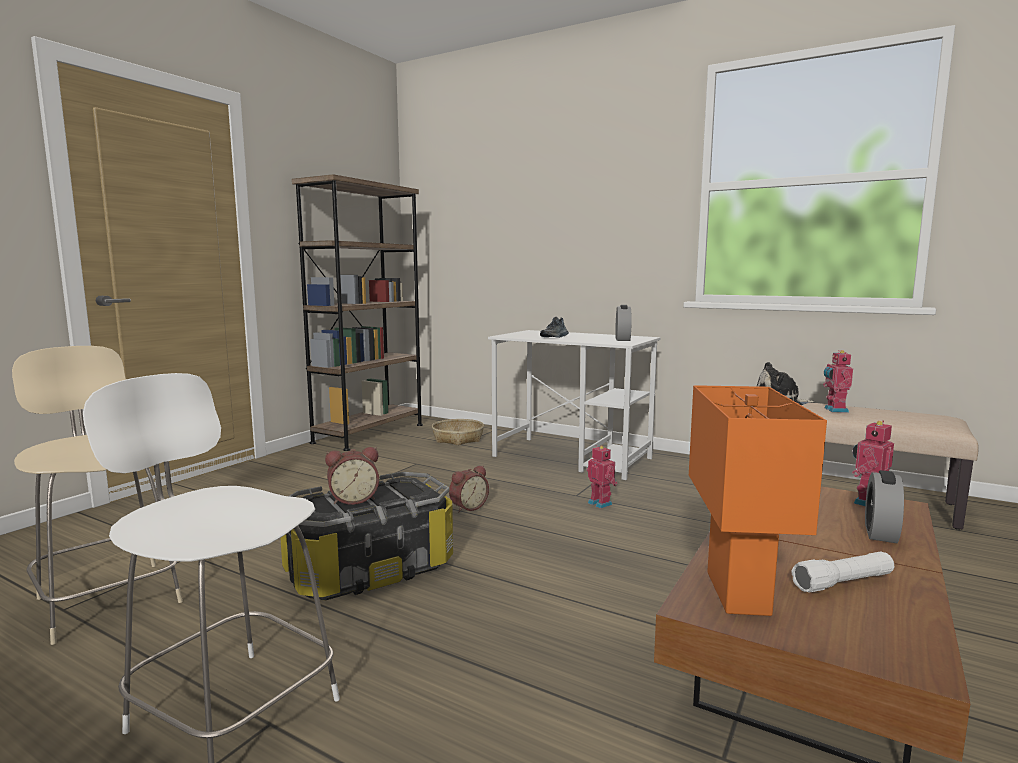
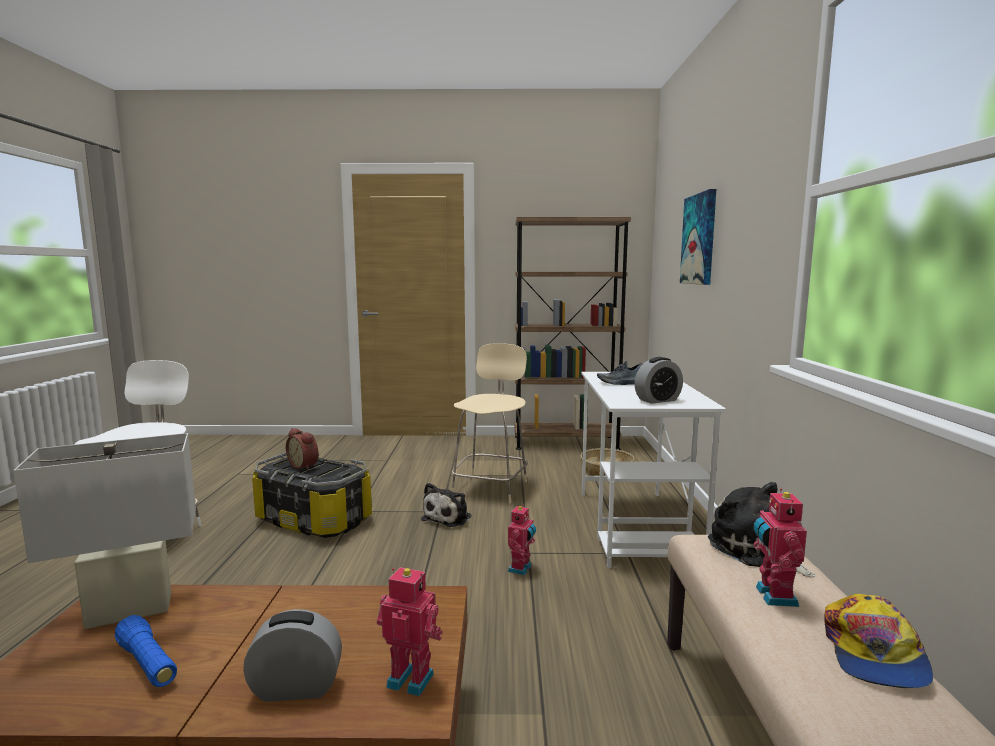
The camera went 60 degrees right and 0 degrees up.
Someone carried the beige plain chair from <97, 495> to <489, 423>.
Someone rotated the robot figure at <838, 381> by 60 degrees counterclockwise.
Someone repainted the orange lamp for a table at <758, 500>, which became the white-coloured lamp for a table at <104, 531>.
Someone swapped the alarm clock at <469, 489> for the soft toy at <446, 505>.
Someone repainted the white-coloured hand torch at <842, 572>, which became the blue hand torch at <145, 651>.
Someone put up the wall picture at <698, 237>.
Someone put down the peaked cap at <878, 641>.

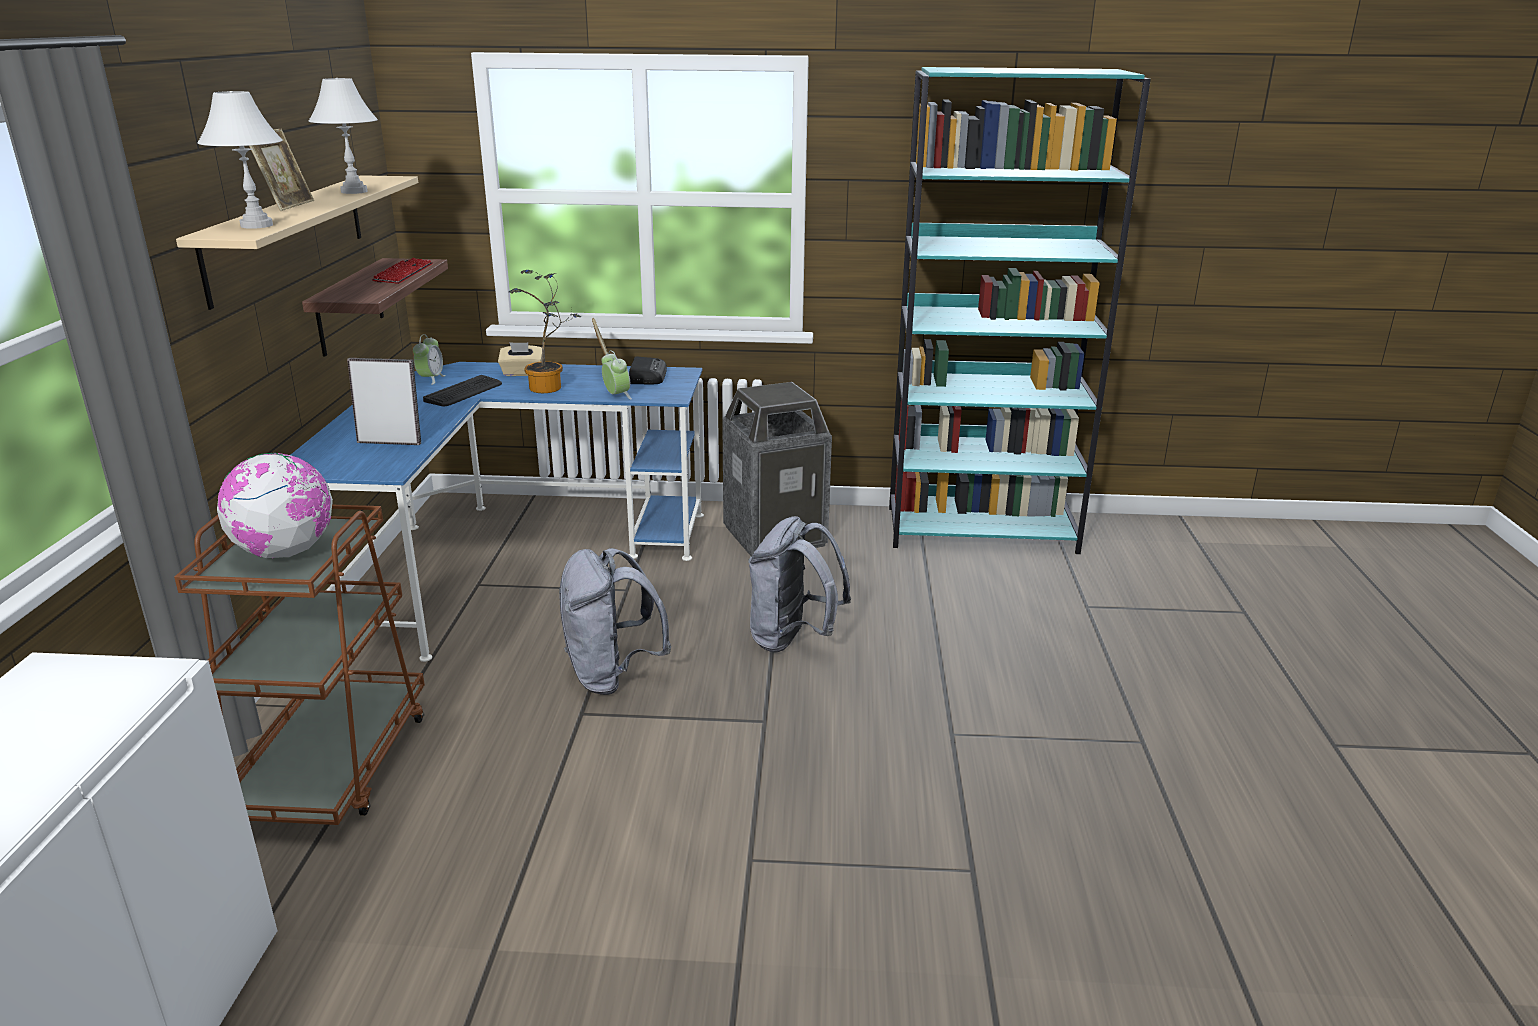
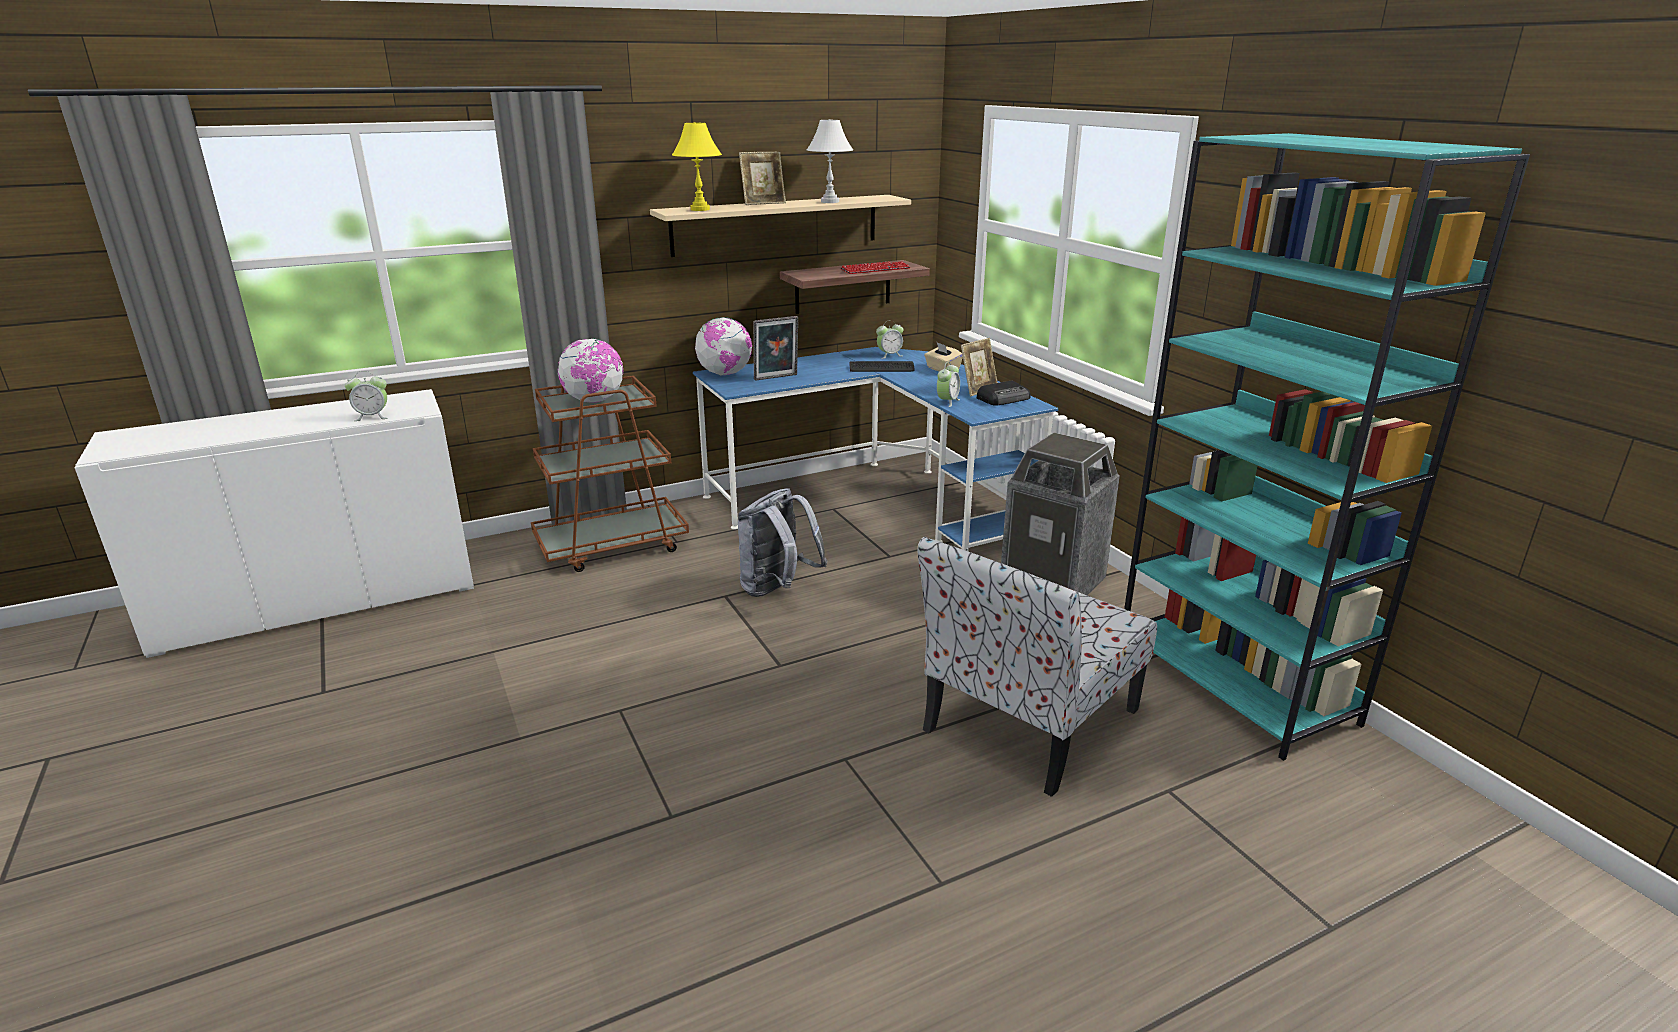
The camera went 60 degrees right and 0 degrees up.
Someone repainted the white-coloured lamp for a table at <240, 160>, which became the yellow-coloured lamp for a table at <697, 166>.
Someone took away the houseplant at <545, 331>.
Someone rotated the picture frame at <384, 401> by 90 degrees clockwise.
Someone took away the grey rucksack at <799, 584>.
Someone put down the globe at <723, 346>.
Someone put down the alarm clock at <366, 396>.
Someone put down the plain chair at <1037, 667>.

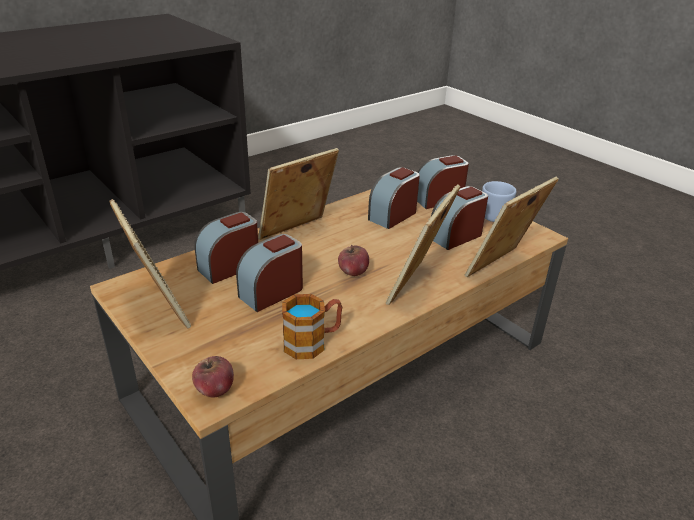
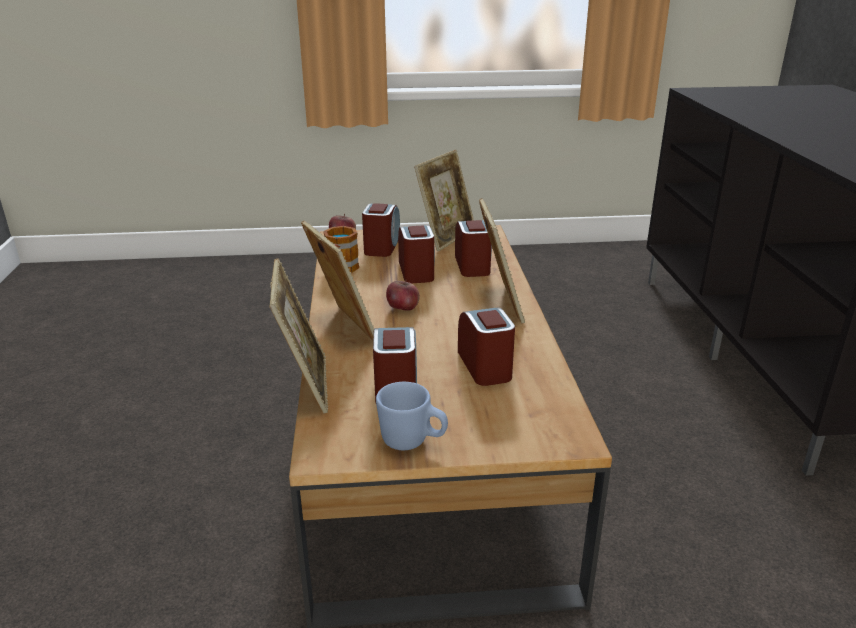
The camera went 125 degrees right and 5 degrees down.
Someone carried the alarm clock from <443, 182> to <381, 230>.
Someone rotated the picture frame at <150, 264> by 60 degrees counterclockwise.

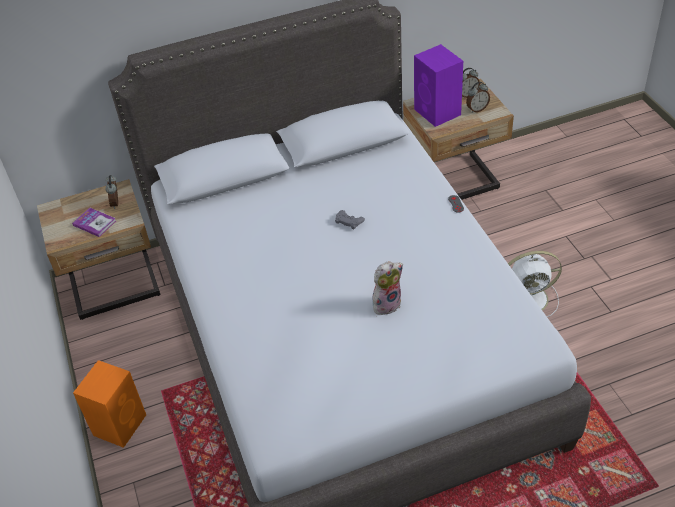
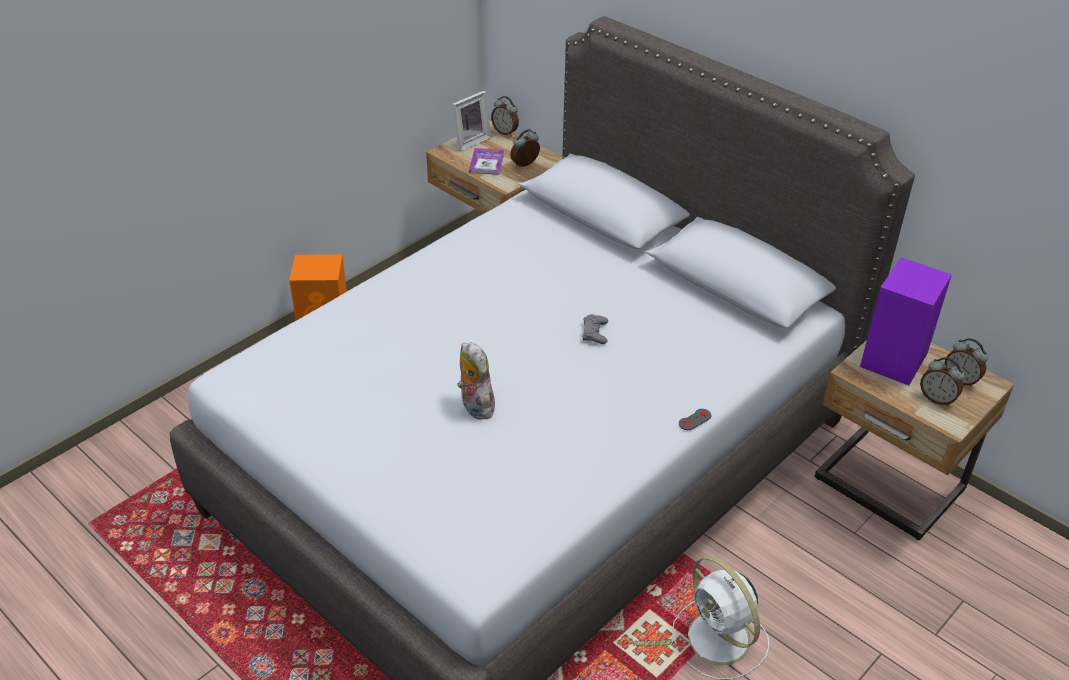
The camera went 60 degrees right and 5 degrees down.
Someone rotated the soft toy at <388, 288> by 150 degrees counterclockwise.
Someone put down the picture frame at <471, 121>.
Someone put down the alarm clock at <505, 116>.

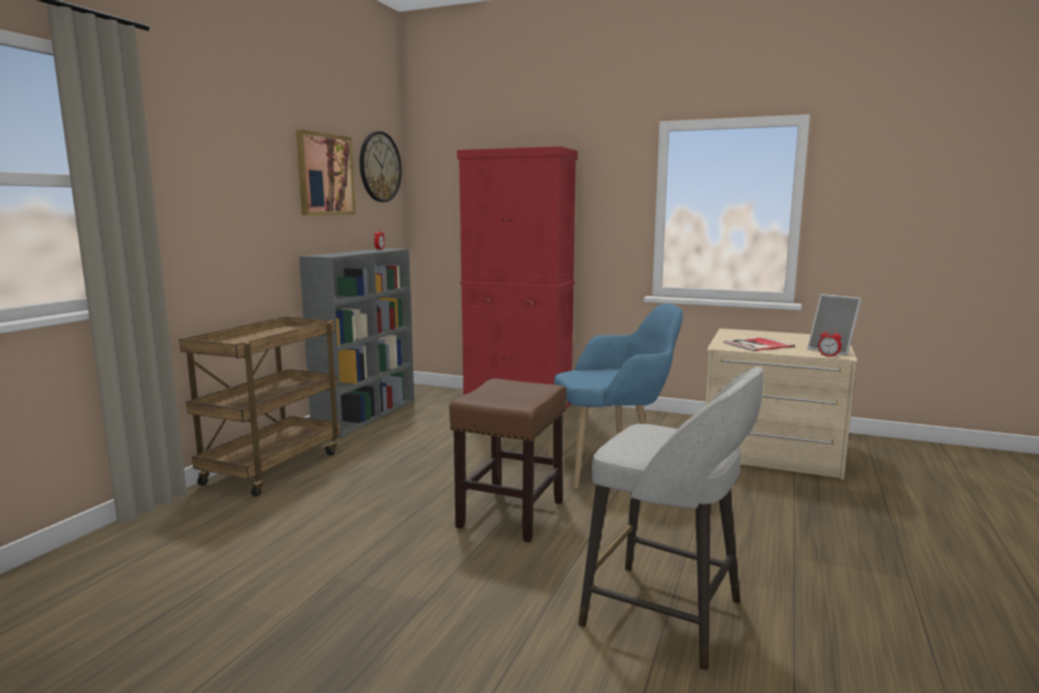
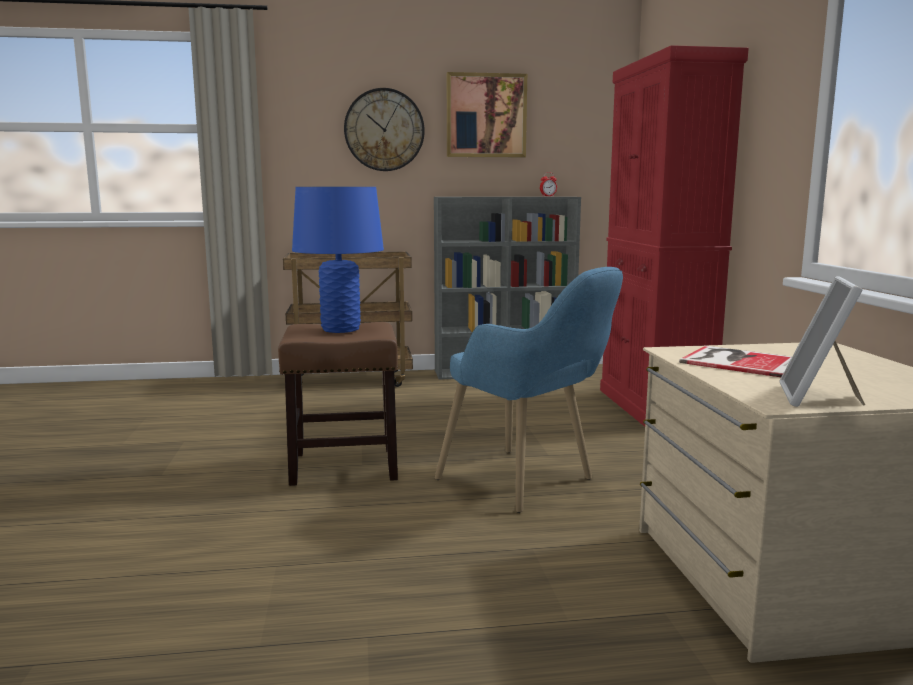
The camera went 60 degrees right and 0 degrees up.
Someone carried the hanging clock from <381, 166> to <384, 129>.
Someone took away the alarm clock at <830, 342>.
Someone took away the grey stool at <670, 518>.
Someone put down the blue lamp for a table at <338, 260>.

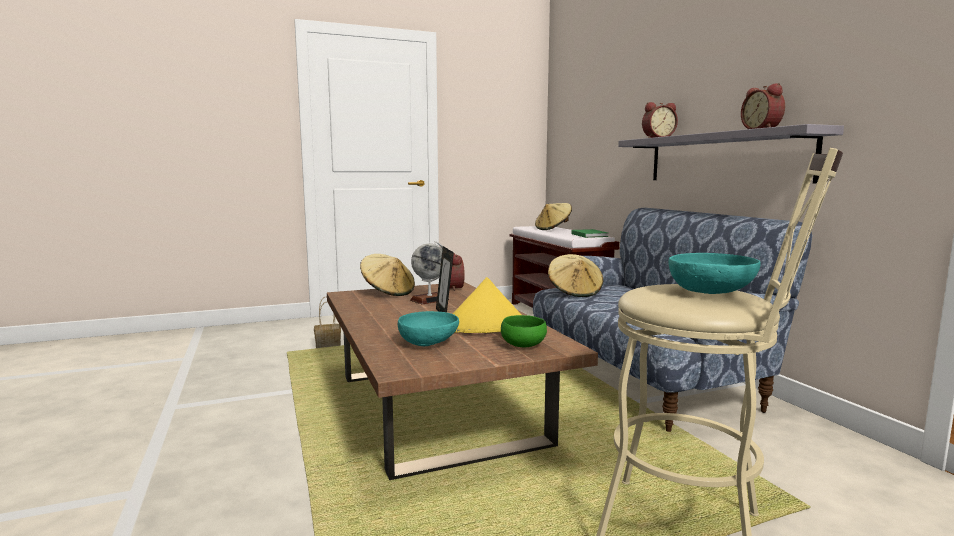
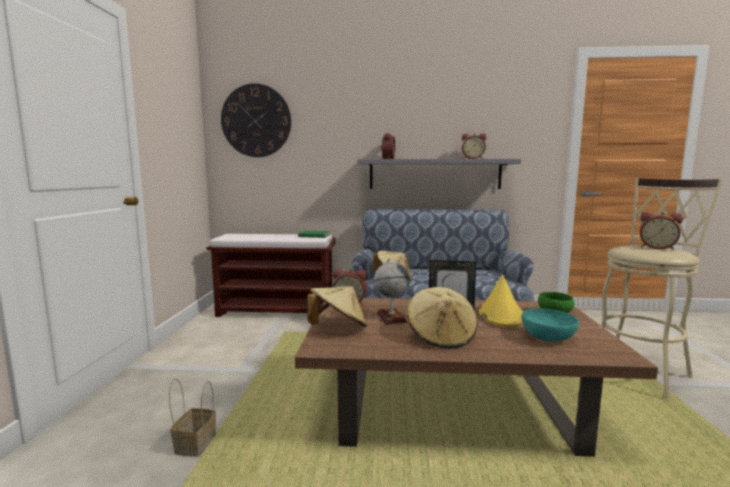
The camera went 65 degrees left and 0 degrees up.
Someone carried the beige clothing hat from <553, 216> to <442, 318>.
Someone swapped the turquoise bowl at <714, 273> for the alarm clock at <661, 231>.
Someone put up the hanging clock at <256, 120>.

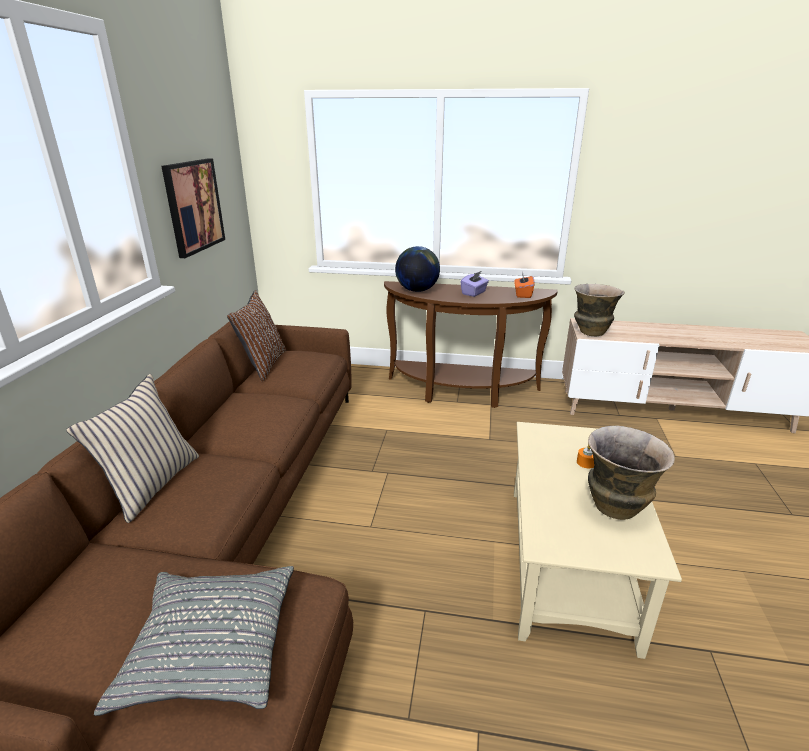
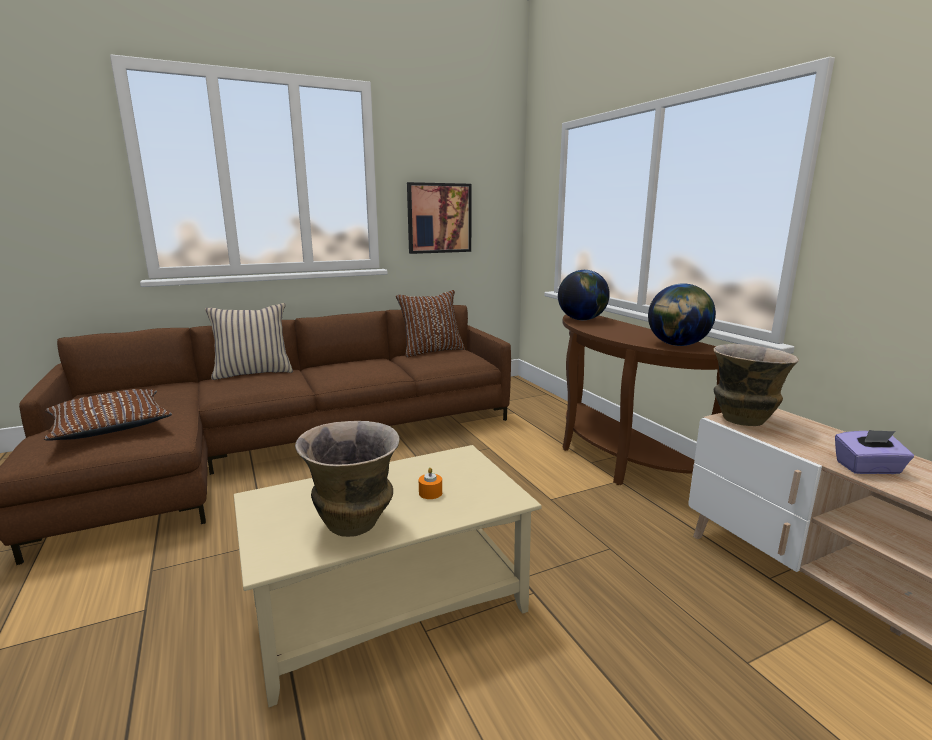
The camera went 55 degrees right and 10 degrees down.
Someone carried the purple-coloured box of tissues from <474, 284> to <874, 452>.
Someone swapped the orange box of tissues at <524, 284> for the globe at <682, 314>.
Someone repainted the grey pillow at <194, 641>, which became the brown-coloured pillow at <108, 415>.

